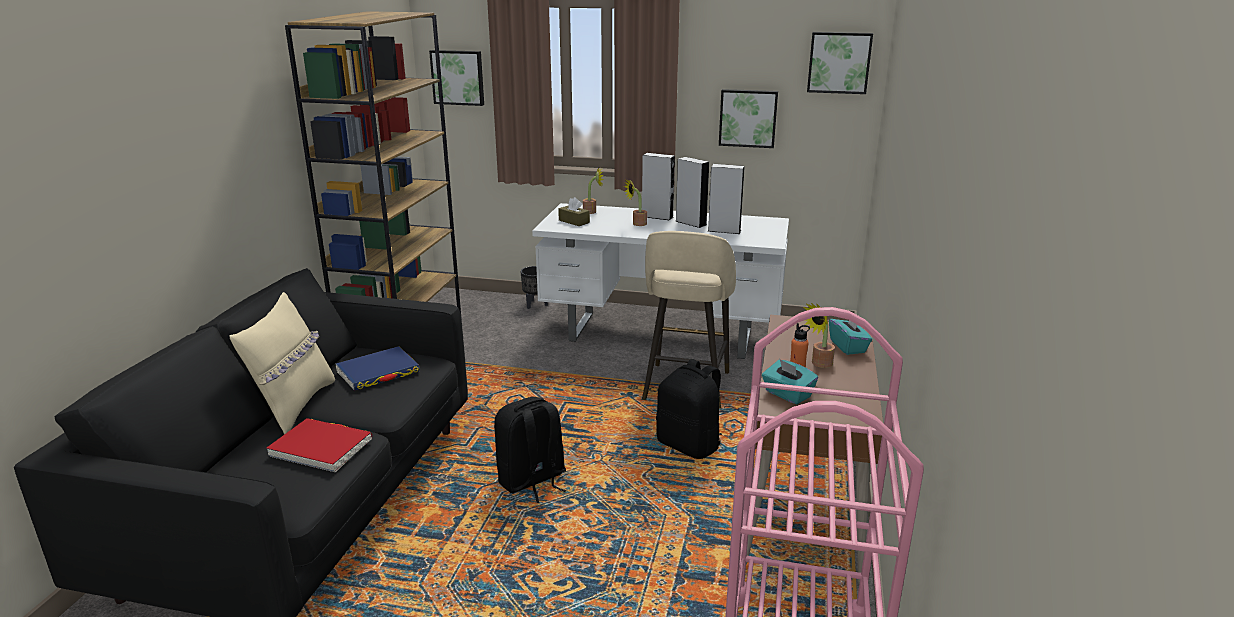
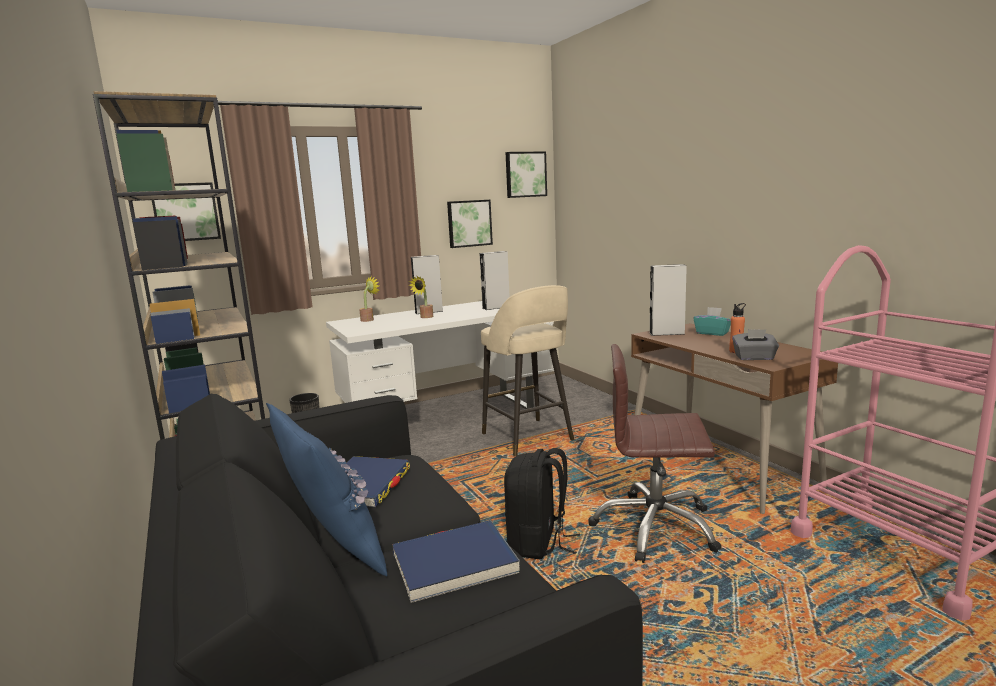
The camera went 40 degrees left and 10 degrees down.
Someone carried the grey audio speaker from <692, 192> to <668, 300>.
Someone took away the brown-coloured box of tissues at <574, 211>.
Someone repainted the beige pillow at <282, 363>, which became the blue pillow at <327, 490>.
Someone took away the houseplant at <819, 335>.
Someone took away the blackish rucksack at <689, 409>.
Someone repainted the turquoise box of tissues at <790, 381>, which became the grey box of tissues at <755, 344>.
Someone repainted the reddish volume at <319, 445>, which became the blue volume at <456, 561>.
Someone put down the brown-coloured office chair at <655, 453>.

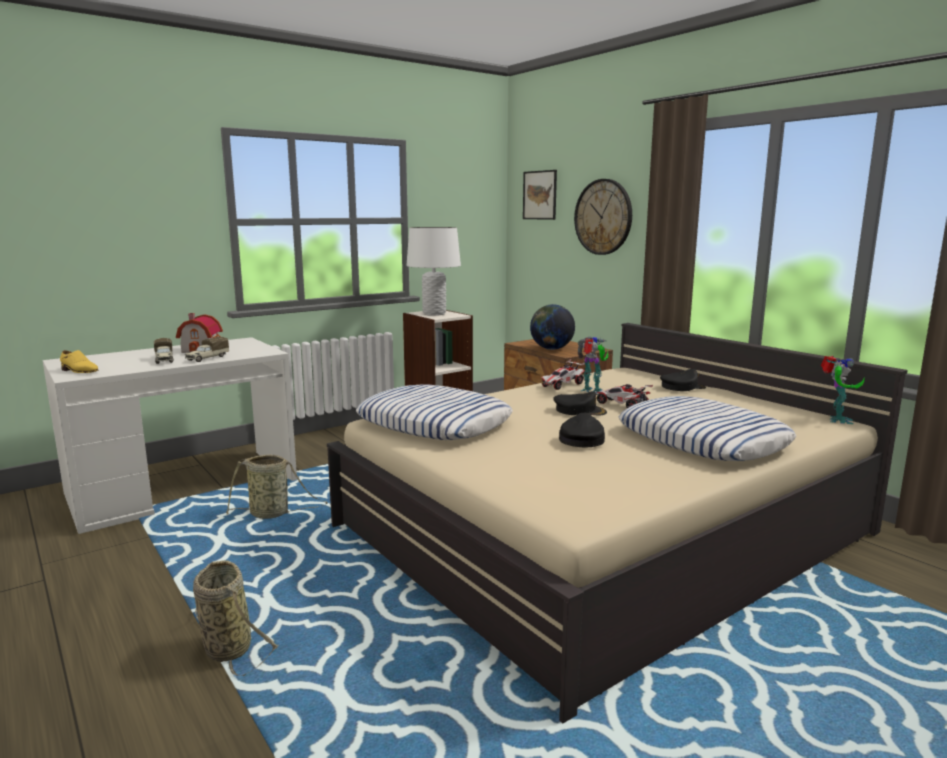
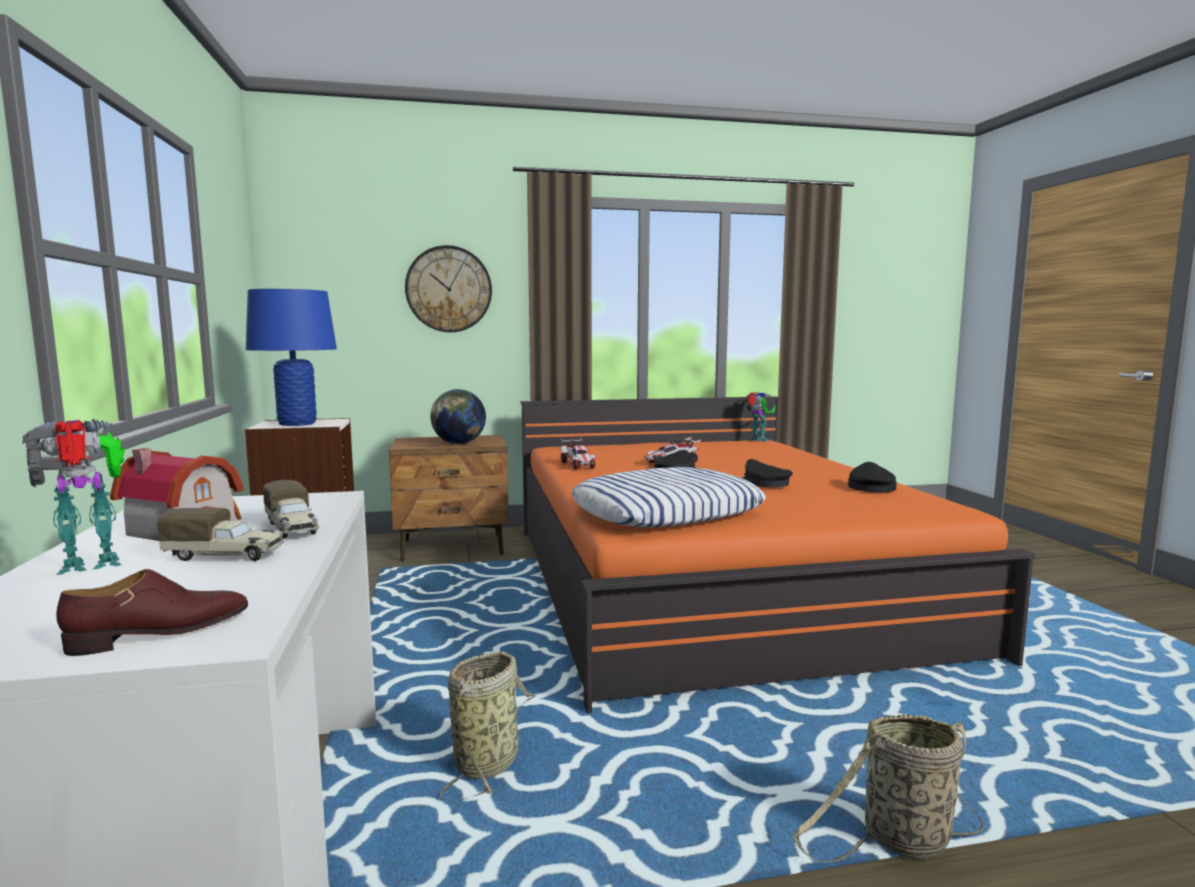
The camera went 65 degrees left and 5 degrees down.
Someone took away the wall picture at <540, 195>.
Someone repainted the white-coloured lamp for a table at <433, 271>, which became the blue lamp for a table at <291, 357>.
Someone repainted the beige bed at <617, 523>, which became the orange bed at <778, 555>.
Someone carried the robot figure from <593, 365> to <74, 496>.
Someone repainted the yellow-coloured shoe at <79, 361>, which became the brown-coloured shoe at <152, 612>.
Someone carried the blackish peaked cap from <683, 380> to <872, 477>.
Someone took away the pillow at <707, 428>.

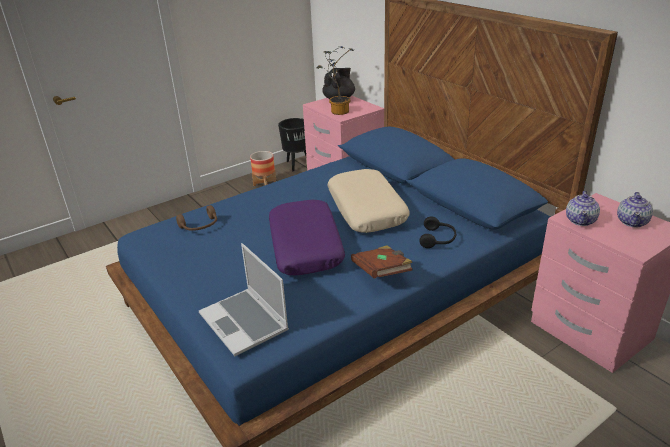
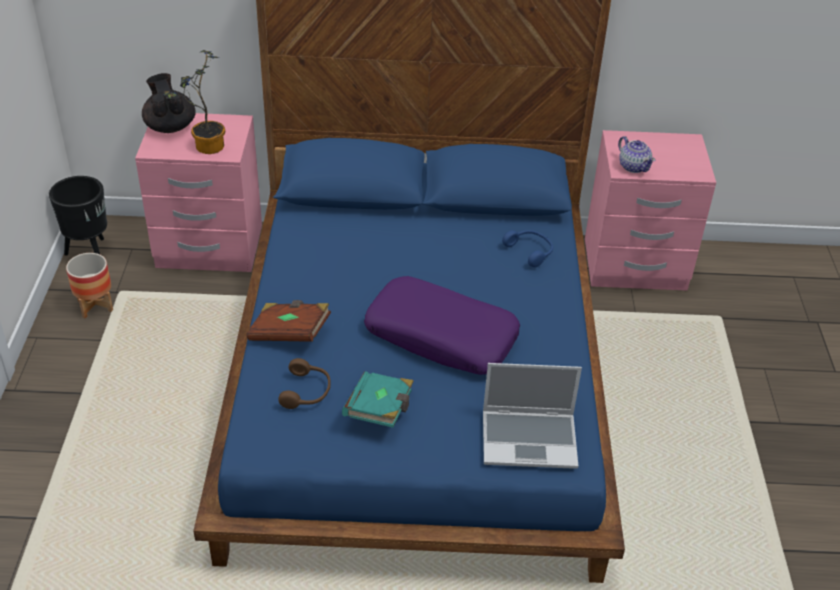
The camera went 55 degrees left and 10 degrees up.
Someone took away the beige pillow at <369, 201>.
Someone took away the teapot at <635, 209>.
Someone repainted the blackish headphones at <438, 232>, which became the blue headphones at <527, 249>.
Someone carried the brown-coloured volume from <382, 262> to <288, 321>.
Someone put down the turquoise volume at <378, 399>.

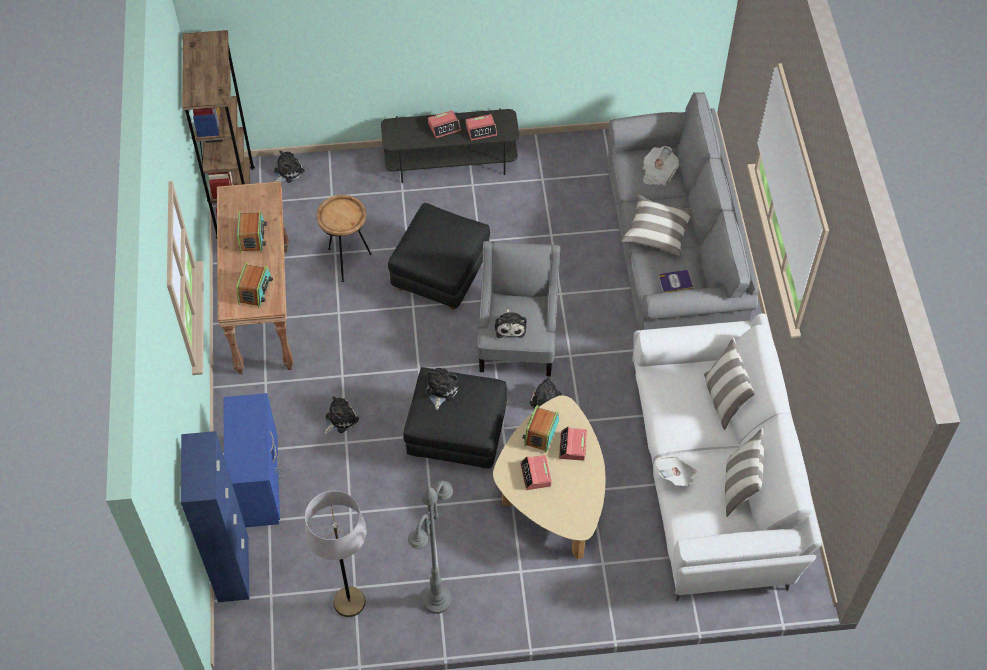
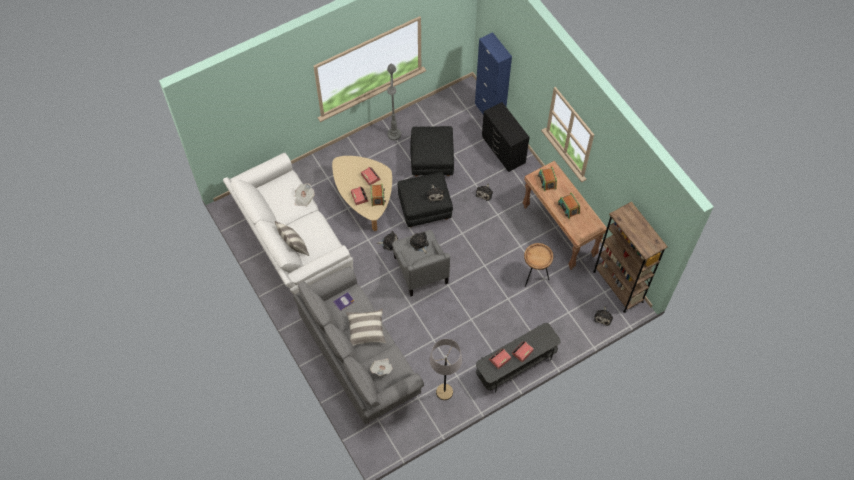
The camera went 155 degrees right and 5 degrees up.
Someone carried the blackish pouffe from <439, 256> to <432, 151>.
Someone repainted the blue chest of drawers at <252, 460>, which became the blackish chest of drawers at <506, 137>.
Someone took away the pillow at <744, 472>.
Someone carried the grey standard lamp from <336, 554> to <446, 369>.

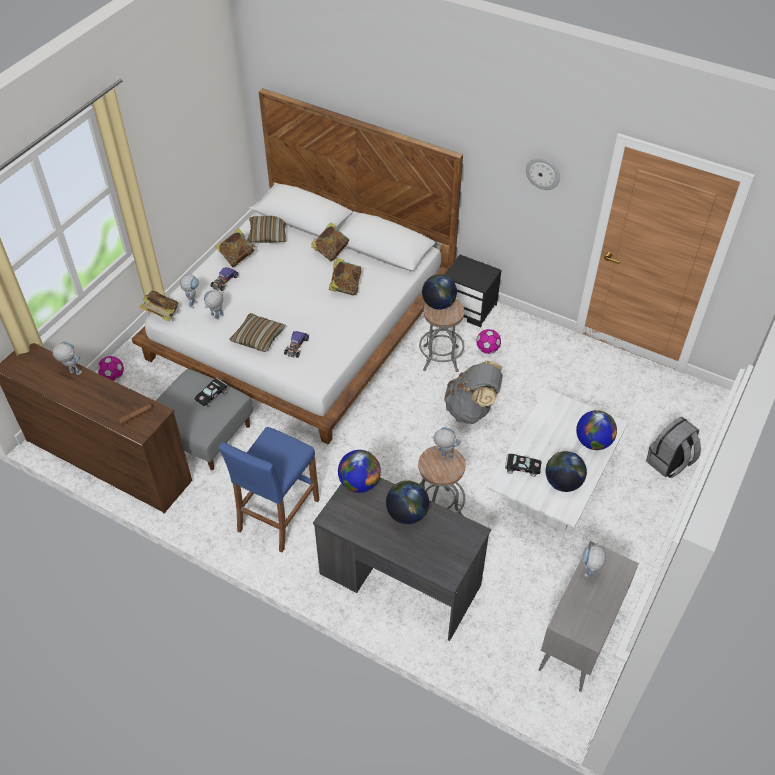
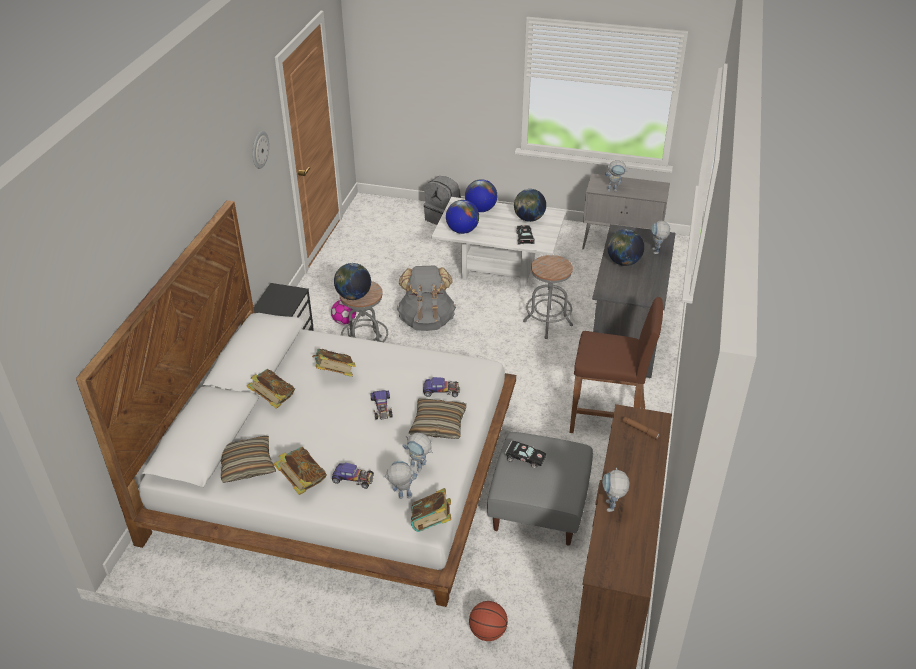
The camera went 105 degrees left and 10 degrees down.
Someone swapped the ball for football at <111, 368> for the ball for basketball at <488, 621>.
Someone repainted the blue stool at <269, 489>, which became the brown-coloured stool at <616, 365>.
Someone carried the robot figure from <445, 443> to <660, 237>.
Someone carried the globe from <359, 471> to <462, 217>.
Someone put down the miniature car at <381, 405>.

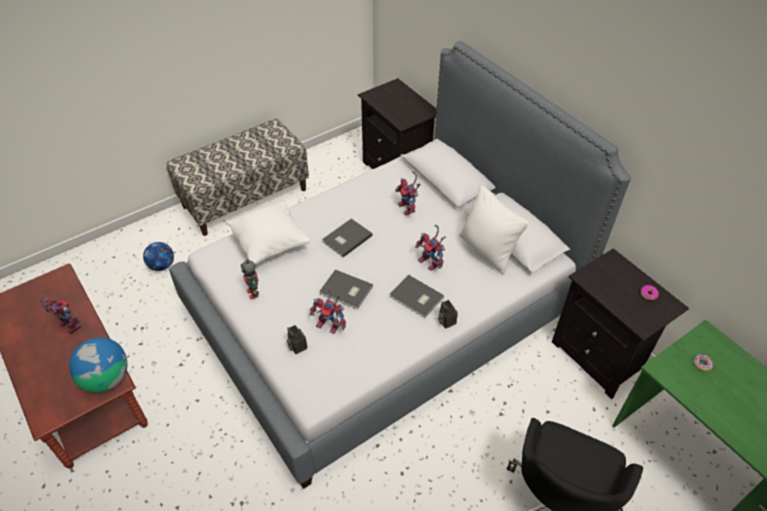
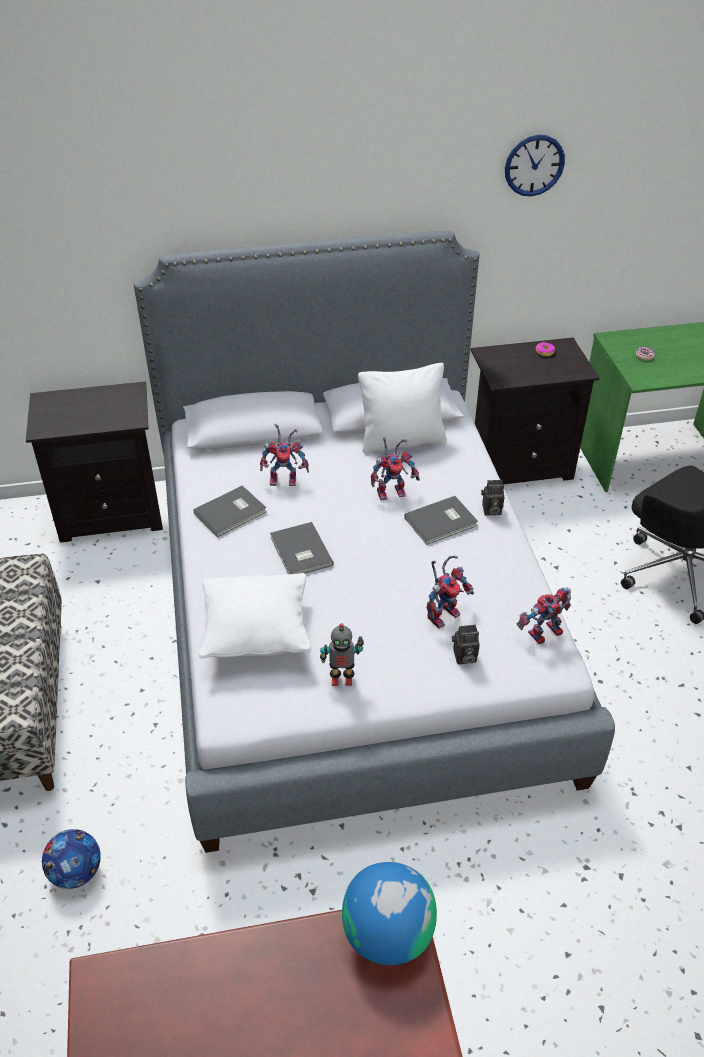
The camera went 65 degrees left and 5 degrees down.
Someone carried the grey volume from <346, 290> to <230, 511>.
Someone carried the robot figure from <60, 314> to <544, 615>.
Someone put up the hanging clock at <535, 165>.

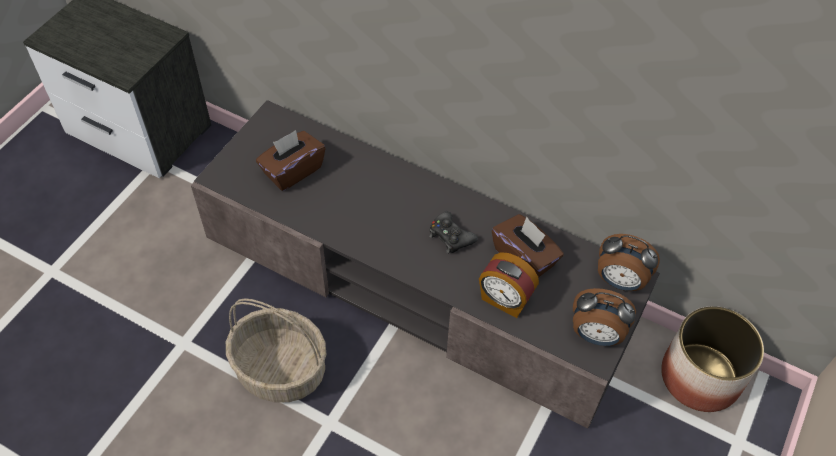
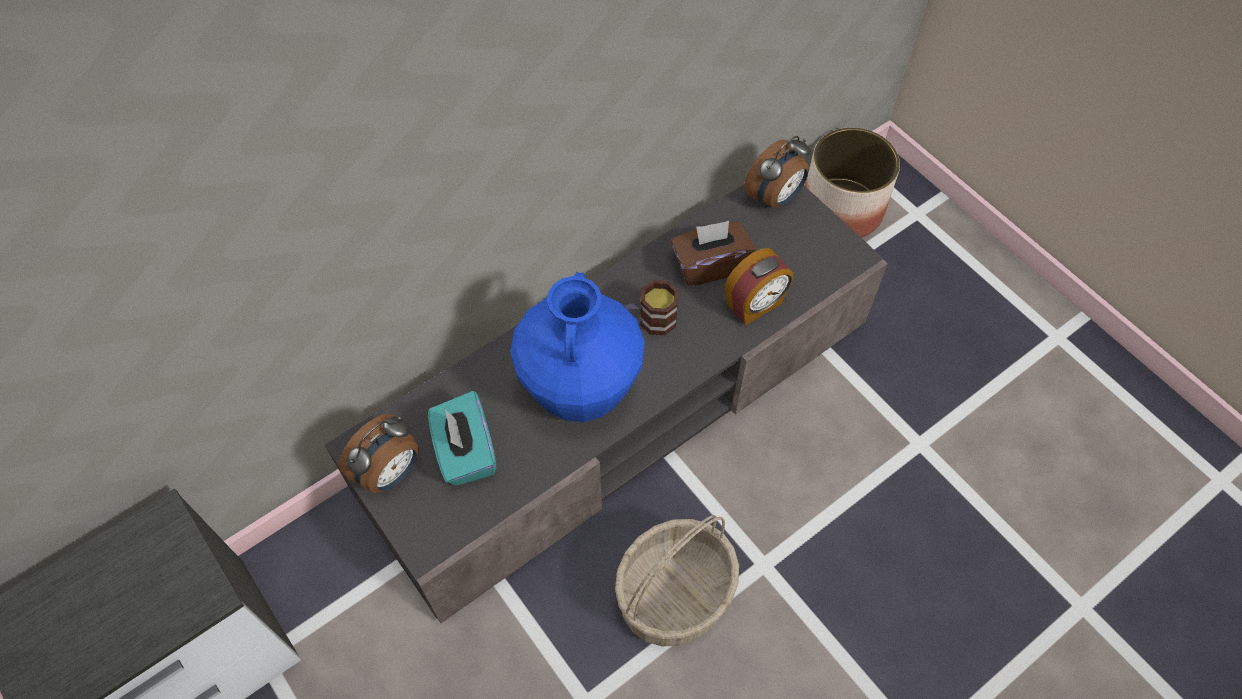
The camera went 65 degrees left and 5 degrees up.
Someone repainted the brown-coloured box of tissues at <290, 160>, which became the turquoise box of tissues at <462, 438>.
Someone swapped the blackish gamepad at <453, 232> for the mug at <652, 307>.
Someone carried the alarm clock from <604, 317> to <379, 453>.
Someone put down the blue decorative vase at <577, 347>.

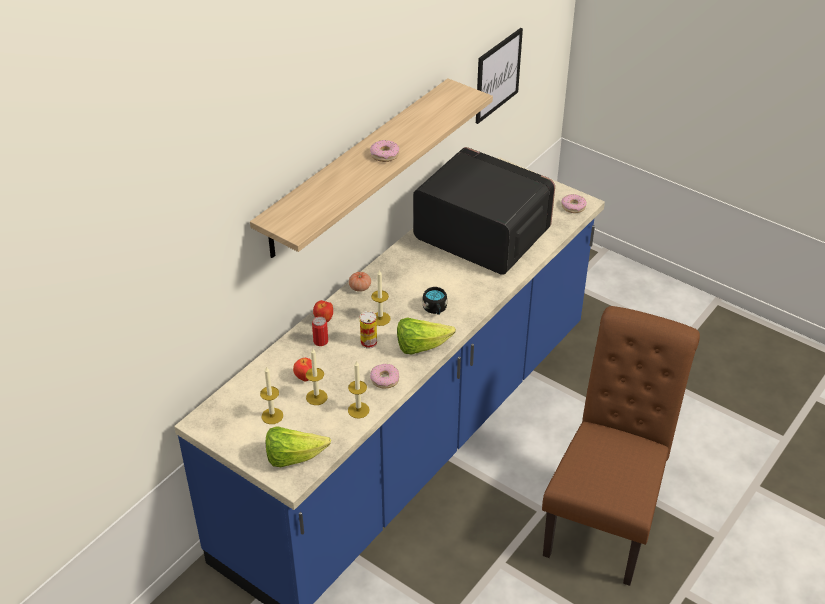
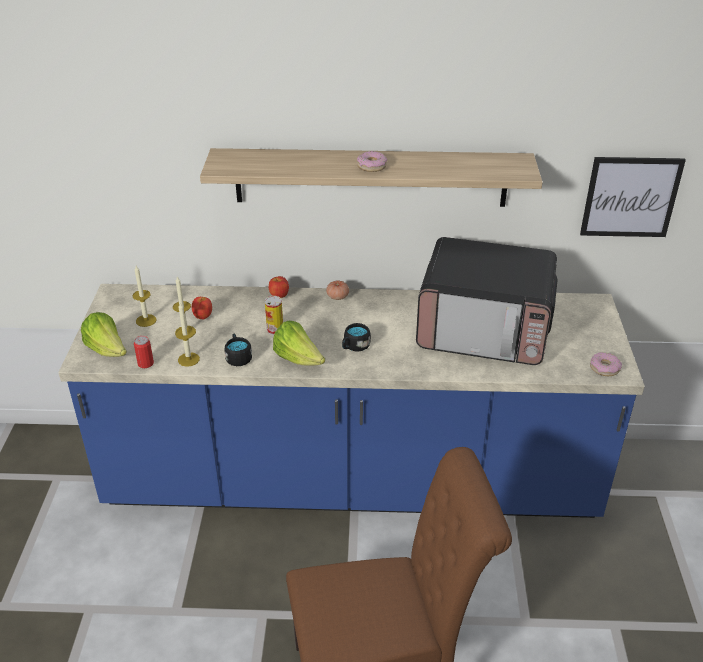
The camera went 55 degrees right and 5 degrees down.
Someone rotated the kitchen microwave at <484, 211> by 105 degrees clockwise.
Someone took away the wax candle at <381, 298>.
Someone carried the sealed can from <320, 331> to <144, 352>.
Someone swapped the ring doughnut at <384, 376> for the blackish mug at <238, 350>.

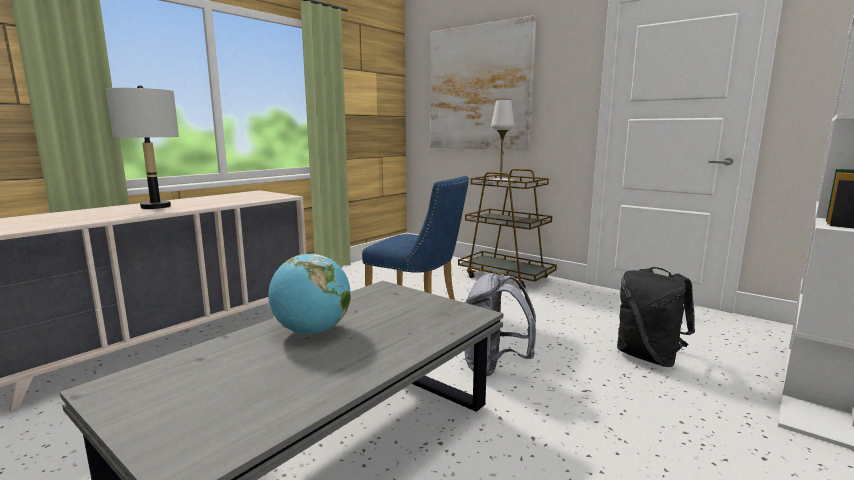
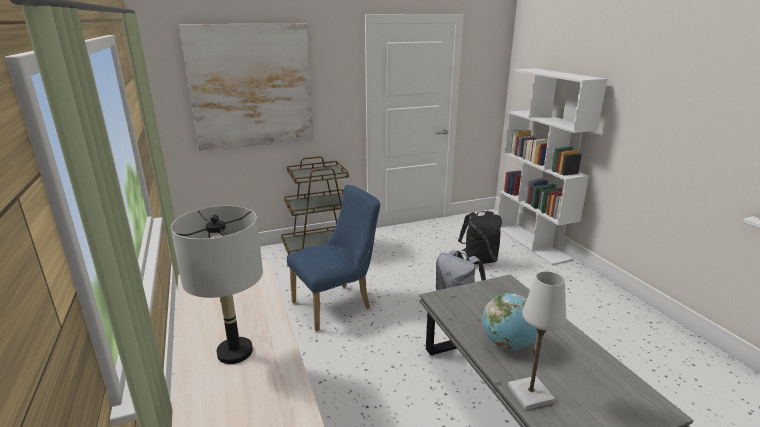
The camera went 60 degrees left and 10 degrees up.
Someone carried the white-coloured lamp for a table from <500, 142> to <537, 340>.

